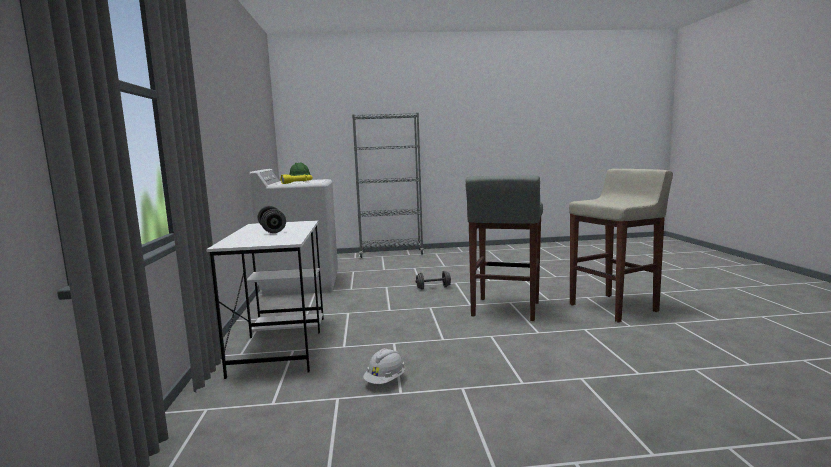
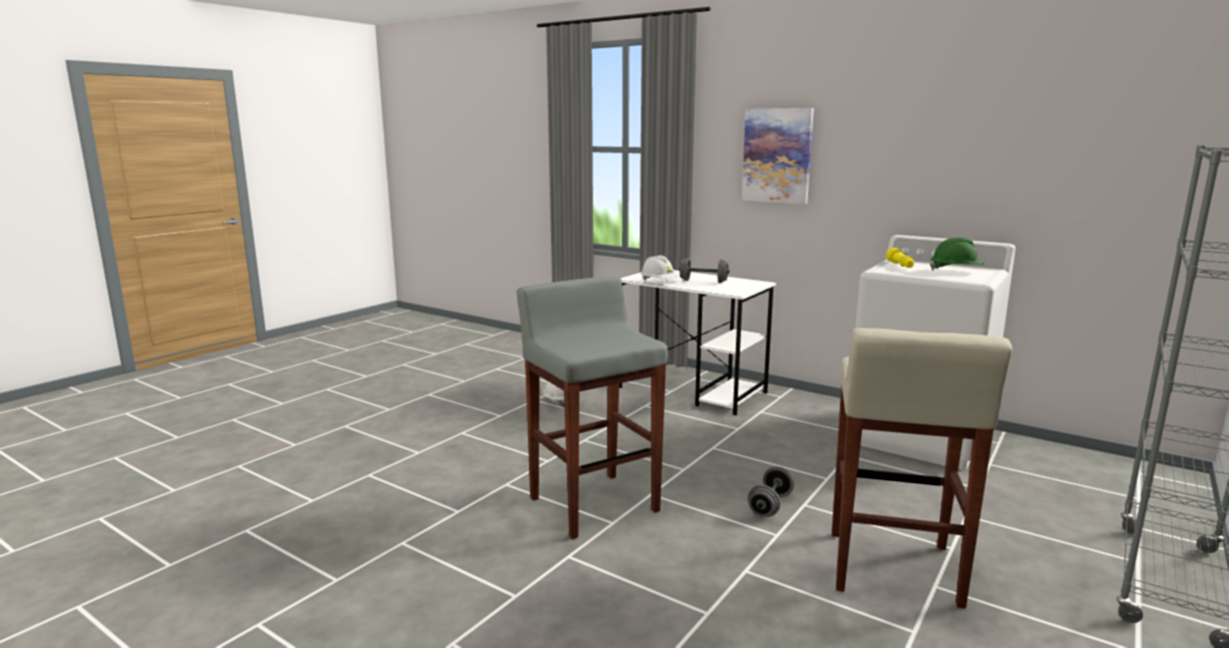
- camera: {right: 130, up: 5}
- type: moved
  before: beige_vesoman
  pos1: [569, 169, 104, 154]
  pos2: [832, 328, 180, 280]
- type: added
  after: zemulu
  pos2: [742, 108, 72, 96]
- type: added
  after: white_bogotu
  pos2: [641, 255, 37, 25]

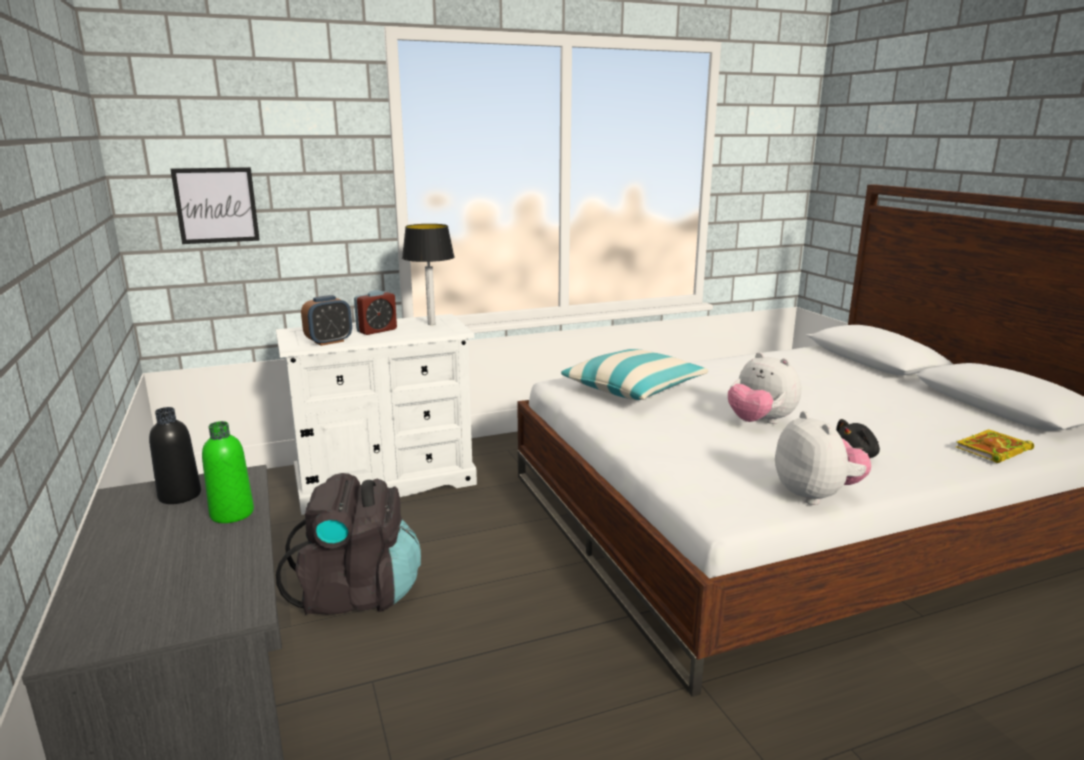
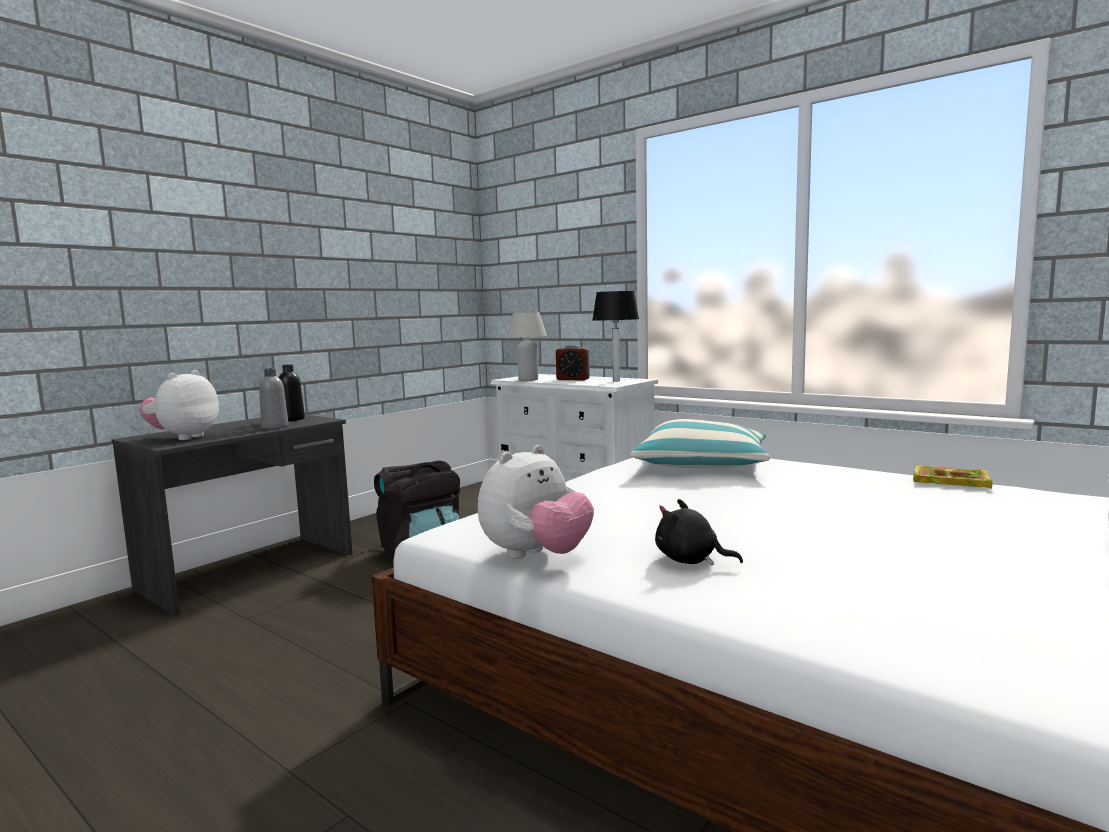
- camera: {right: 60, up: -10}
- type: removed
  before: zemulu
  pos1: [170, 167, 90, 77]
- type: replaced
  before: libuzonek
  after: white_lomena
  pos1: [301, 295, 51, 51]
  pos2: [507, 312, 40, 69]
- type: moved
  before: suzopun
  pos1: [728, 352, 73, 72]
  pos2: [139, 370, 80, 70]
- type: recoloured
  before: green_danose
  after: grey_danose
  pos1: [202, 421, 52, 102]
  pos2: [259, 368, 30, 61]
- type: moved
  before: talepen
  pos1: [956, 429, 78, 34]
  pos2: [913, 465, 79, 24]

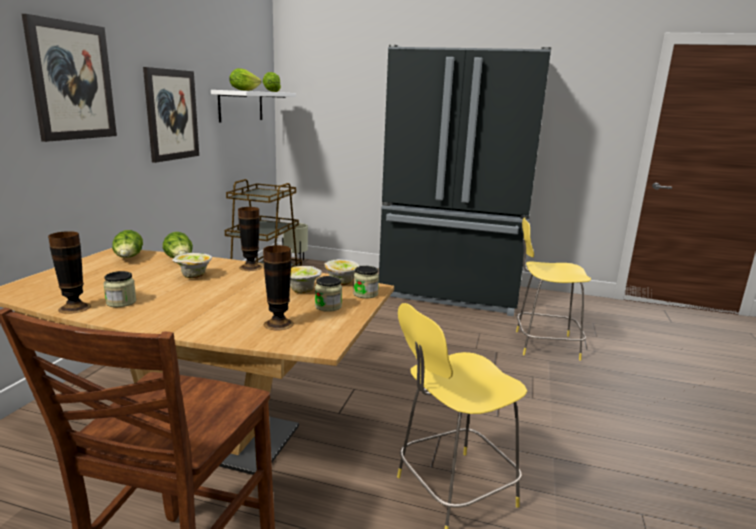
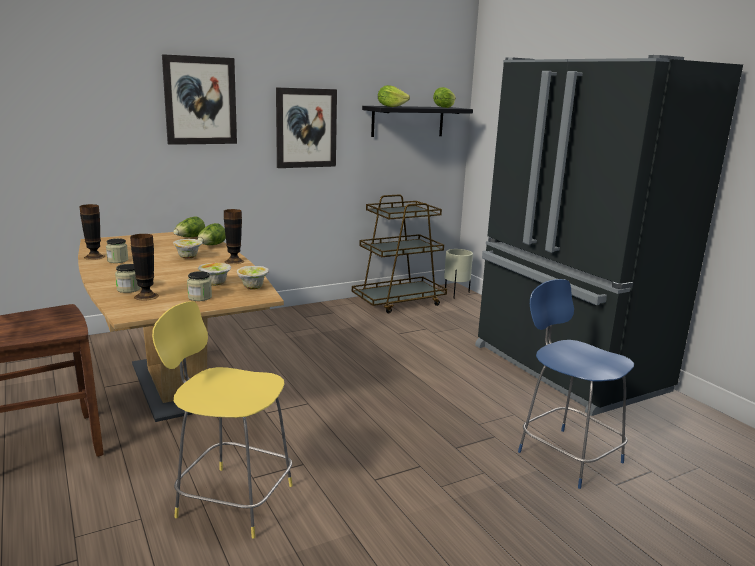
- camera: {right: 45, up: 0}
- type: recoloured
  before: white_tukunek
  after: black_tukunek
  pos1: [211, 90, 85, 32]
  pos2: [362, 106, 111, 31]
- type: recoloured
  before: yellow_vesoman
  after: blue_vesoman
  pos1: [516, 217, 75, 144]
  pos2: [518, 279, 116, 210]
- type: moved
  before: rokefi
  pos1: [353, 266, 26, 33]
  pos2: [115, 264, 26, 29]

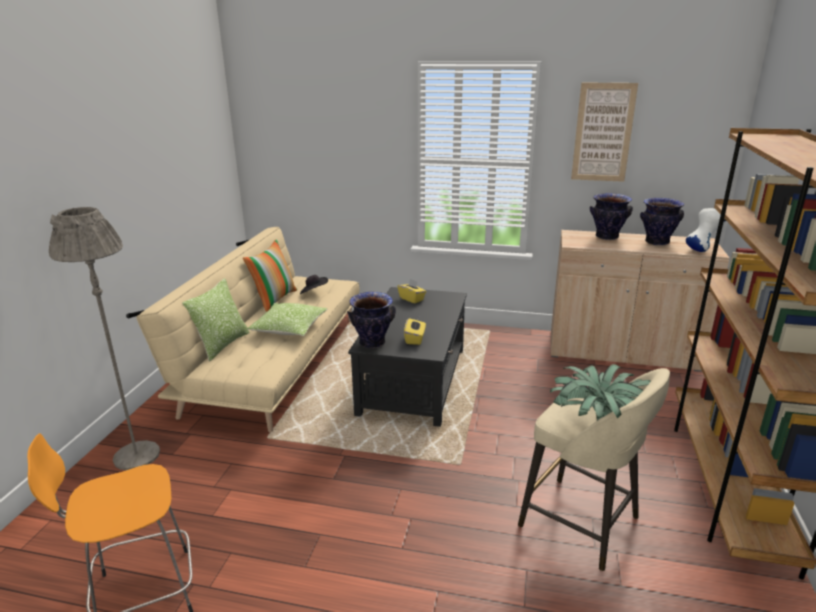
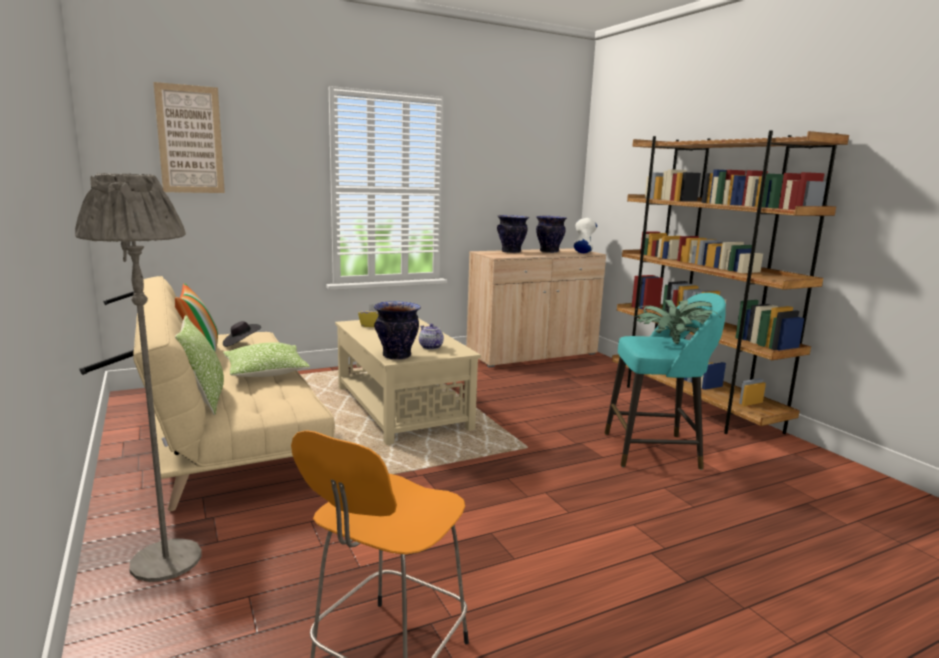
- camera: {right: -40, up: -10}
- type: moved
  before: zemulu
  pos1: [571, 83, 67, 99]
  pos2: [153, 82, 72, 111]
- type: recoloured
  before: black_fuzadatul
  after: beige_fuzadatul
  pos1: [348, 287, 119, 140]
  pos2: [335, 318, 146, 127]
- type: replaced
  before: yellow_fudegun
  after: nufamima
  pos1: [404, 318, 22, 27]
  pos2: [419, 324, 25, 26]
- type: recoloured
  before: beige_vesoman
  after: turquoise_vesoman
  pos1: [518, 368, 152, 203]
  pos2: [605, 293, 121, 177]

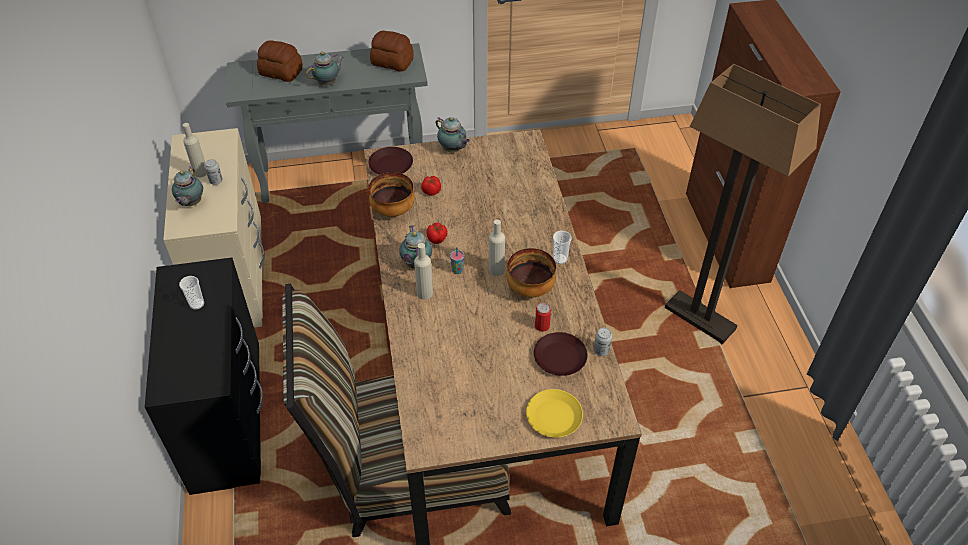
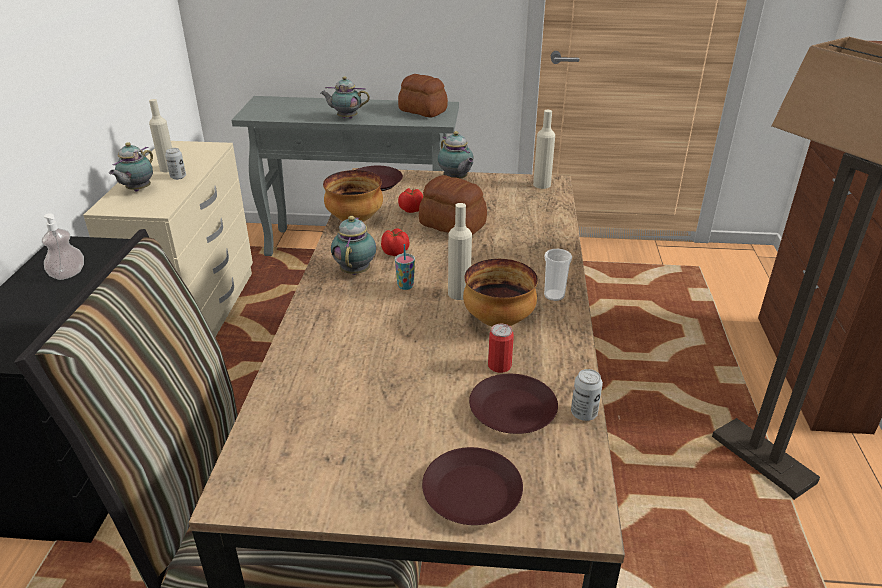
- camera: {right: 15, up: -15}
- type: moved
  before: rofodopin
  pos1: [257, 40, 46, 42]
  pos2: [419, 175, 68, 60]
- type: turned
  before: nufamima
  pos1: [306, 52, 38, 34]
  pos2: [320, 76, 50, 43]
  turn: -150
- type: moved
  before: beige_danose
  pos1: [414, 243, 19, 57]
  pos2: [533, 110, 22, 79]
- type: replaced
  before: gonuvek
  after: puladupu
  pos1: [179, 276, 25, 34]
  pos2: [42, 213, 42, 67]
- type: recoloured
  before: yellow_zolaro
  after: brown_zolaro
  pos1: [526, 389, 57, 49]
  pos2: [422, 447, 101, 78]

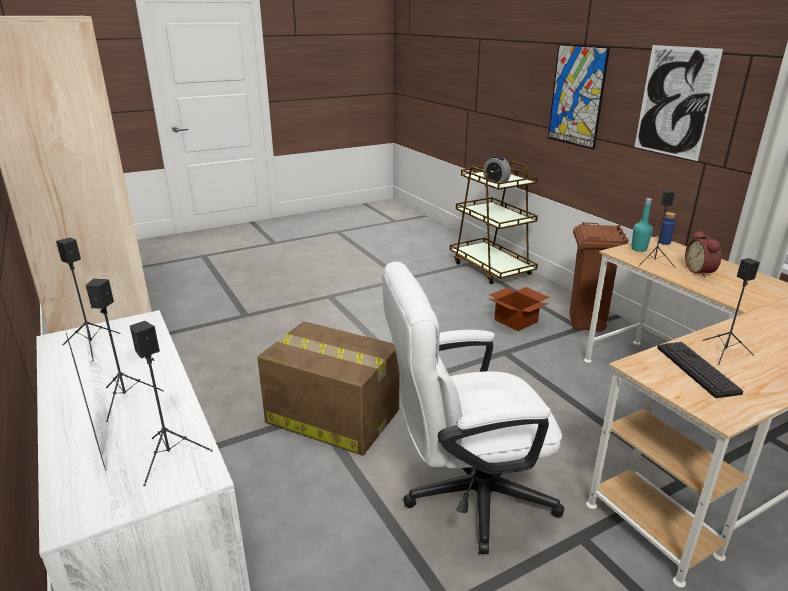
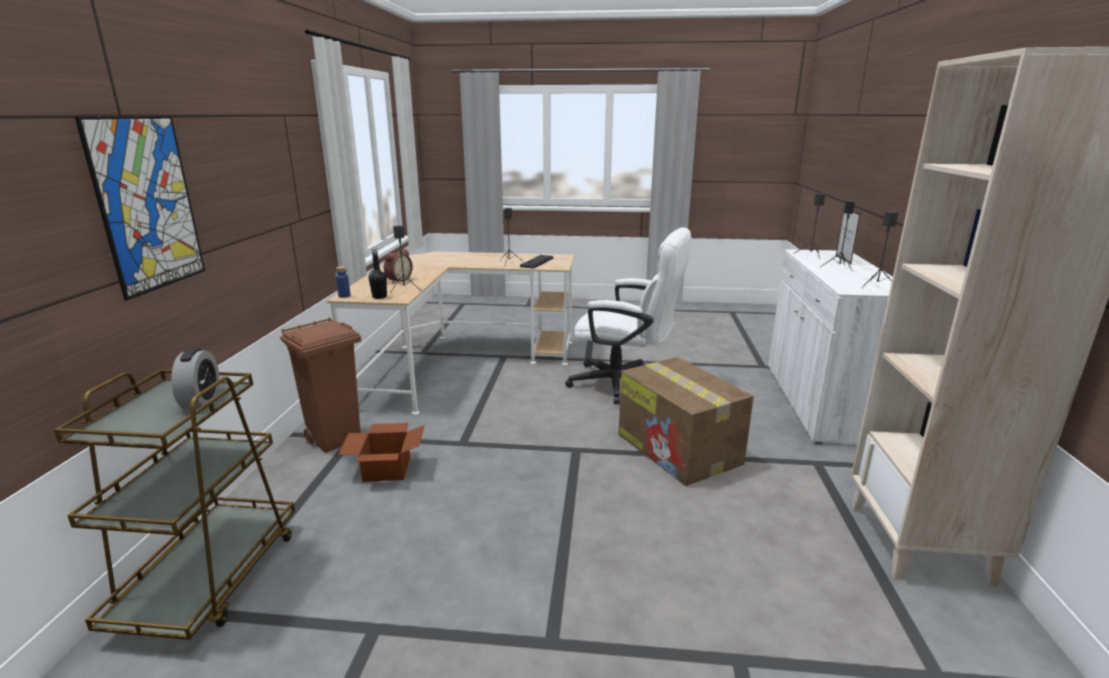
- camera: {right: -145, up: -5}
- type: removed
  before: zemulu
  pos1: [635, 45, 88, 116]
- type: recoloured
  before: turquoise_danose
  after: black_danose
  pos1: [631, 198, 22, 54]
  pos2: [369, 248, 18, 51]

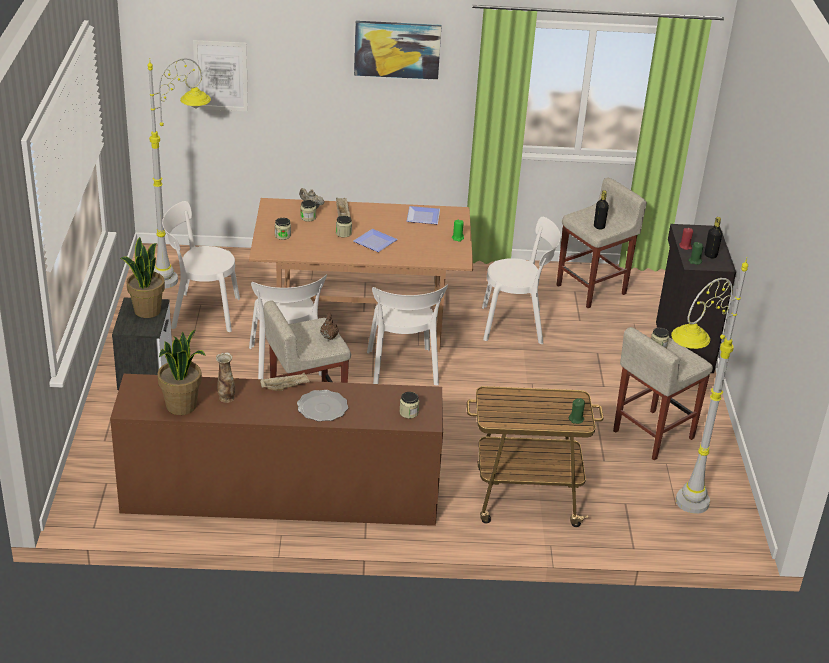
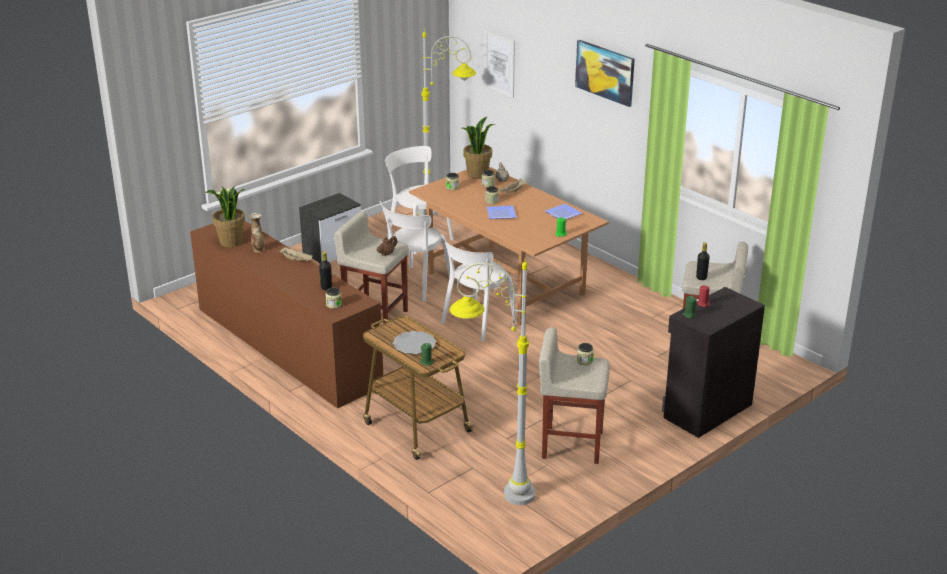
- camera: {right: 50, up: -5}
- type: removed
  before: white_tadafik
  pos1: [482, 217, 79, 127]
- type: moved
  before: black_danose
  pos1: [705, 217, 18, 41]
  pos2: [319, 251, 13, 39]
- type: moved
  before: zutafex
  pos1: [120, 237, 45, 81]
  pos2: [462, 117, 32, 62]
- type: moved
  before: zolaro
  pos1: [297, 390, 51, 32]
  pos2: [393, 331, 43, 23]

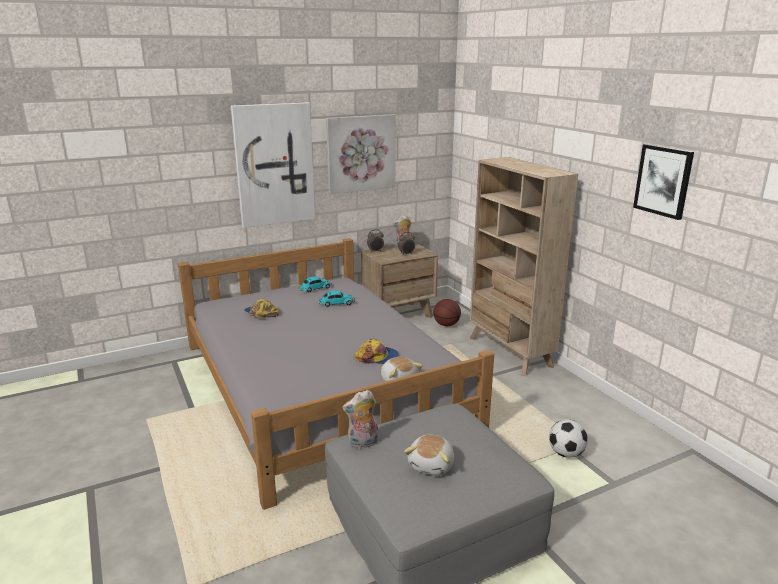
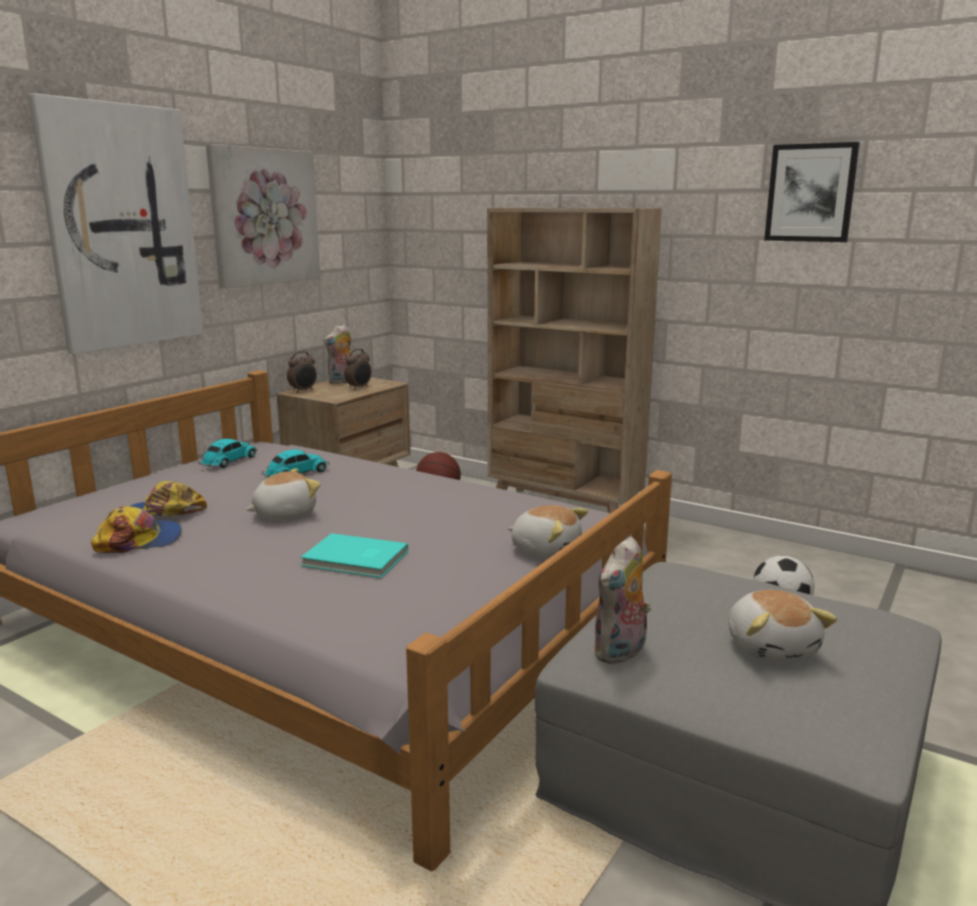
- camera: {right: -30, up: -5}
- type: moved
  before: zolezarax
  pos1: [354, 339, 45, 25]
  pos2: [91, 506, 91, 47]
- type: added
  after: suzopun
  pos2: [246, 468, 75, 52]
- type: added
  after: turquoise_talepen
  pos2: [300, 533, 108, 45]

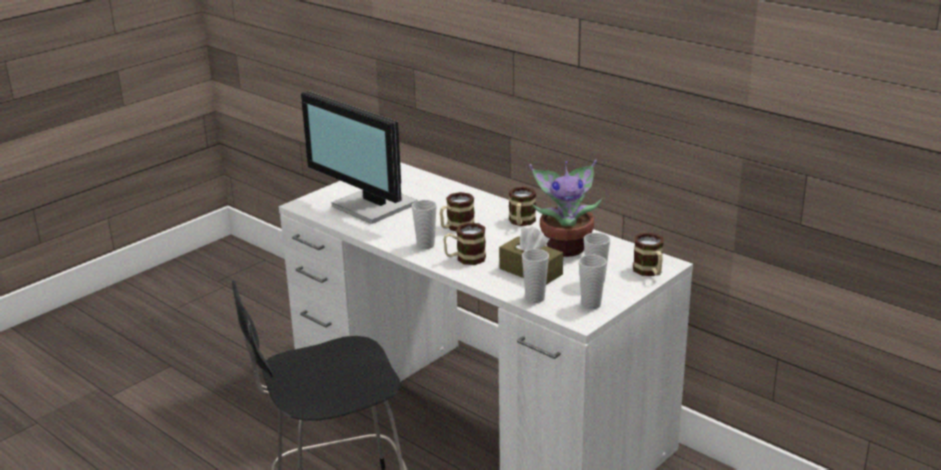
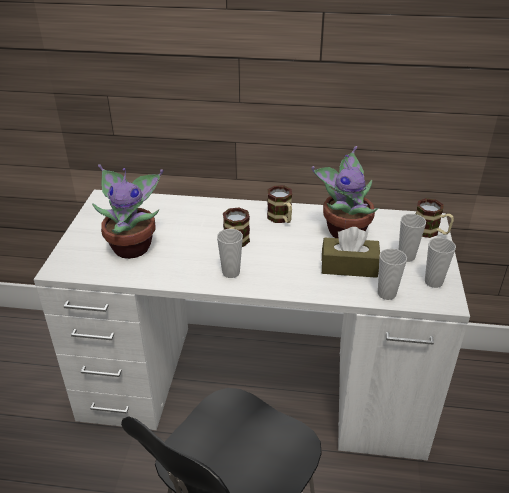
- camera: {right: -35, up: 10}
- type: replaced
  before: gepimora
  after: zutafex
  pos1: [301, 91, 117, 133]
  pos2: [92, 164, 71, 95]
- type: removed
  before: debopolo
  pos1: [443, 223, 43, 42]

